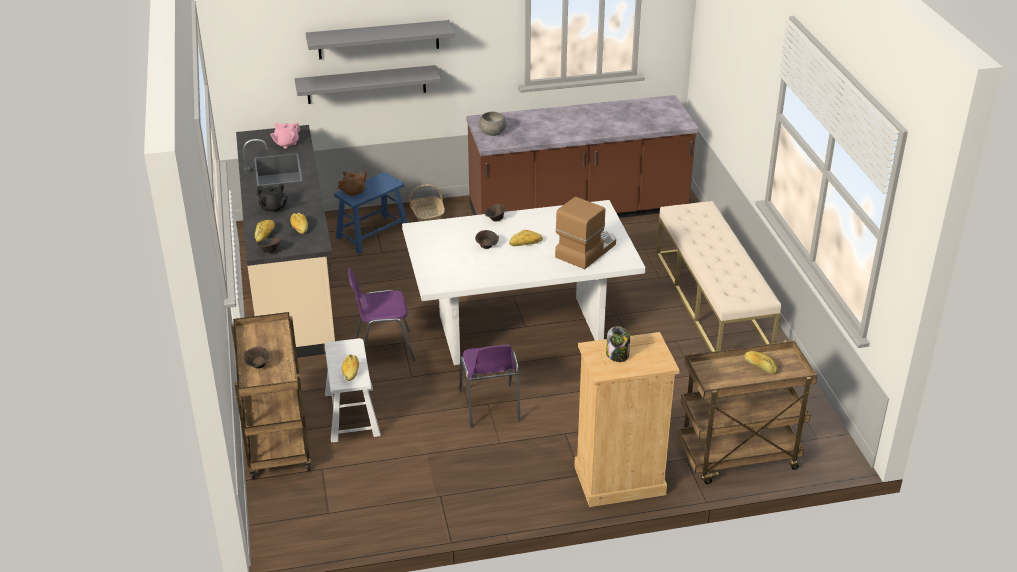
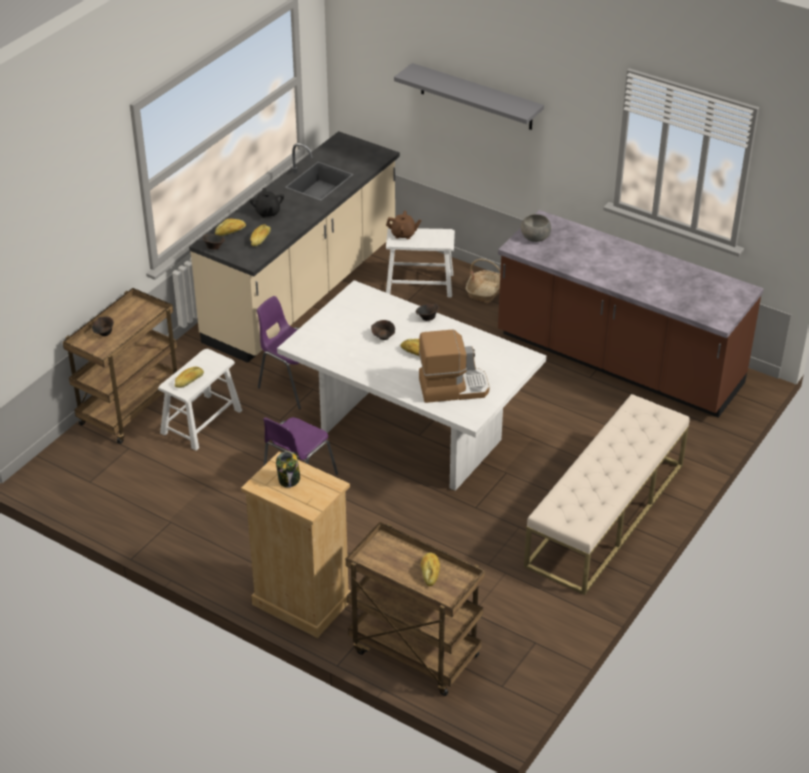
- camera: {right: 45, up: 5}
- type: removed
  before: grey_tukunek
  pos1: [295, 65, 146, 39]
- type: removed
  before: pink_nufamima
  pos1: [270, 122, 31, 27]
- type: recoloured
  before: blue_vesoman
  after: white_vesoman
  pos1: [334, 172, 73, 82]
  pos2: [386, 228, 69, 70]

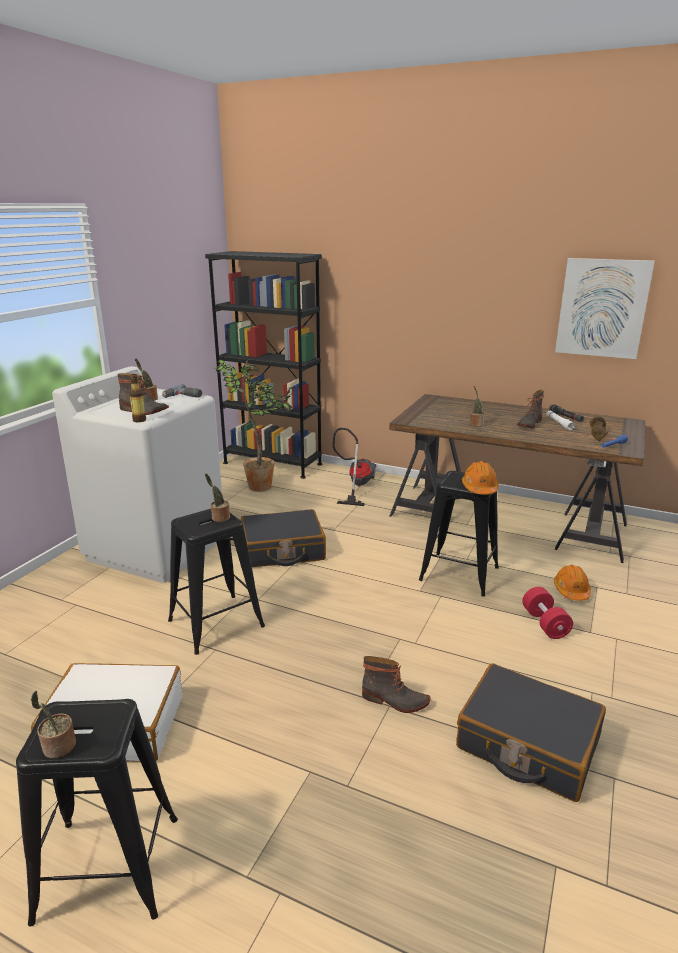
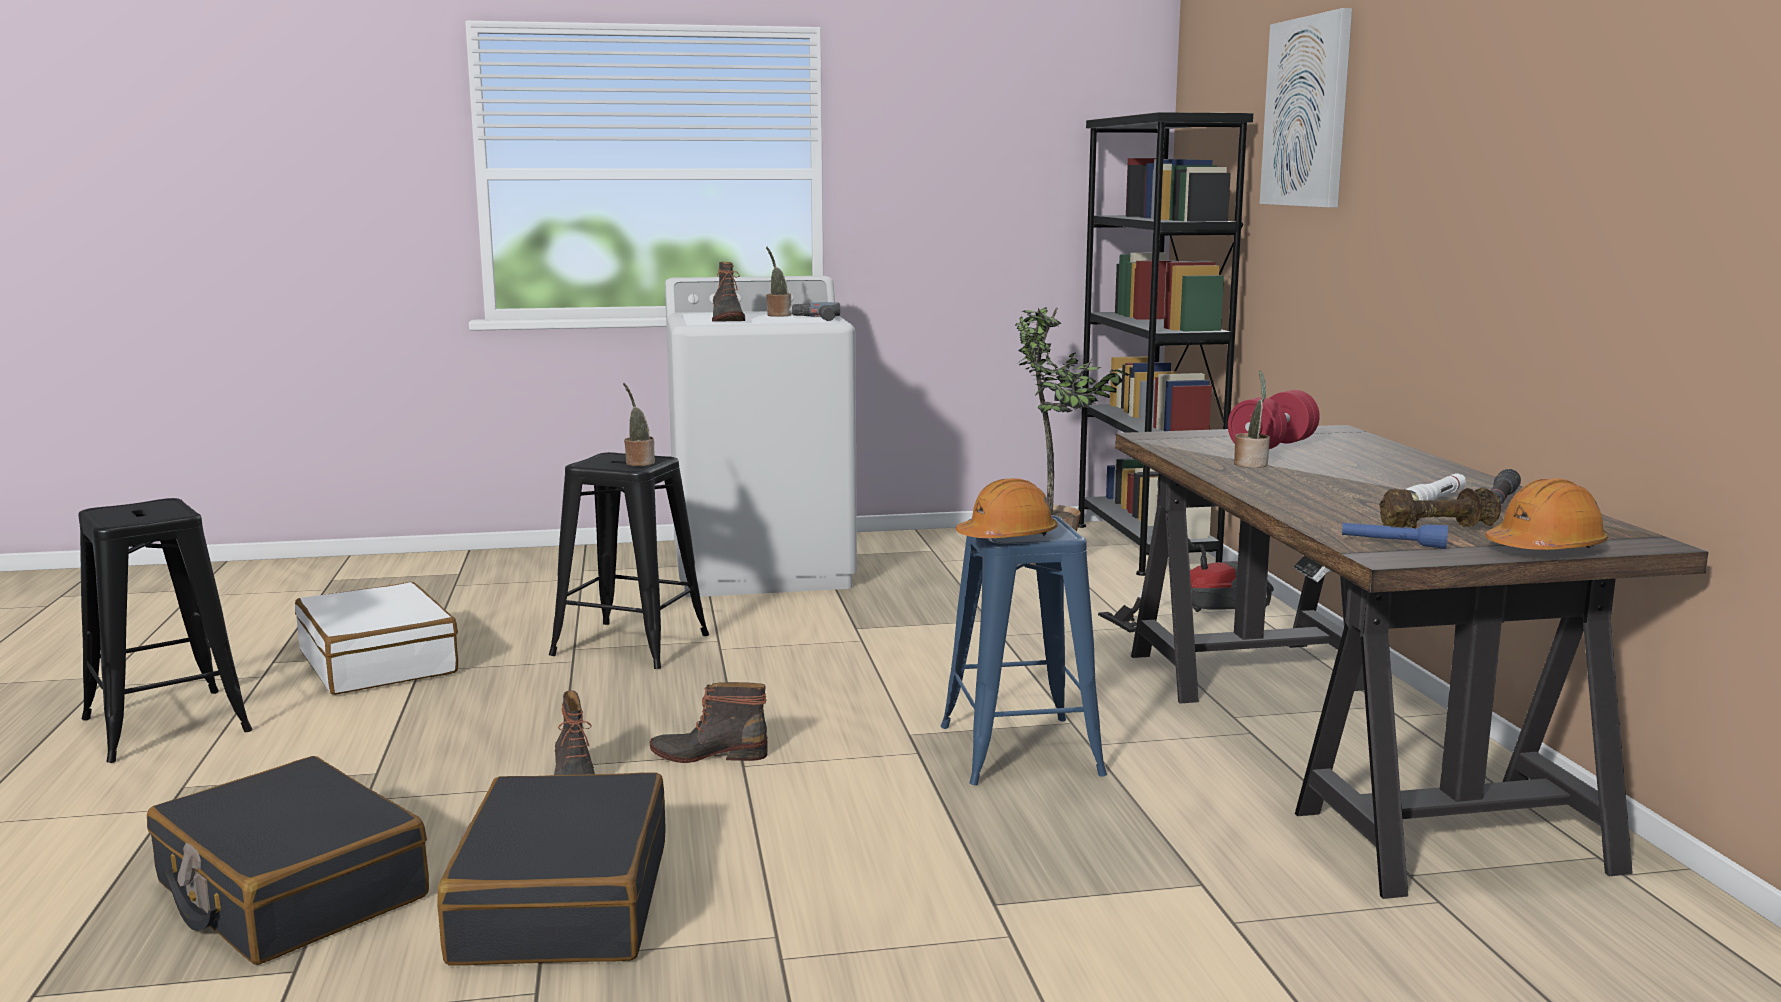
- camera: {right: 55, up: -10}
- type: moved
  before: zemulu
  pos1: [555, 258, 100, 101]
  pos2: [1260, 8, 92, 200]
- type: removed
  before: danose
  pos1: [129, 374, 17, 48]
- type: moved
  before: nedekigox
  pos1: [517, 390, 27, 39]
  pos2: [650, 682, 118, 81]
- type: recoloured
  before: black_vesoman
  after: blue_vesoman
  pos1: [419, 471, 80, 126]
  pos2: [941, 515, 166, 270]
- type: moved
  before: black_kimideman
  pos1: [241, 509, 85, 58]
  pos2: [147, 756, 282, 209]
- type: moved
  before: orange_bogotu
  pos1: [554, 565, 37, 36]
  pos2: [1485, 478, 123, 72]
- type: moved
  before: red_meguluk
  pos1: [522, 587, 51, 52]
  pos2: [1228, 390, 92, 59]
- type: removed
  before: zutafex
  pos1: [31, 691, 45, 67]

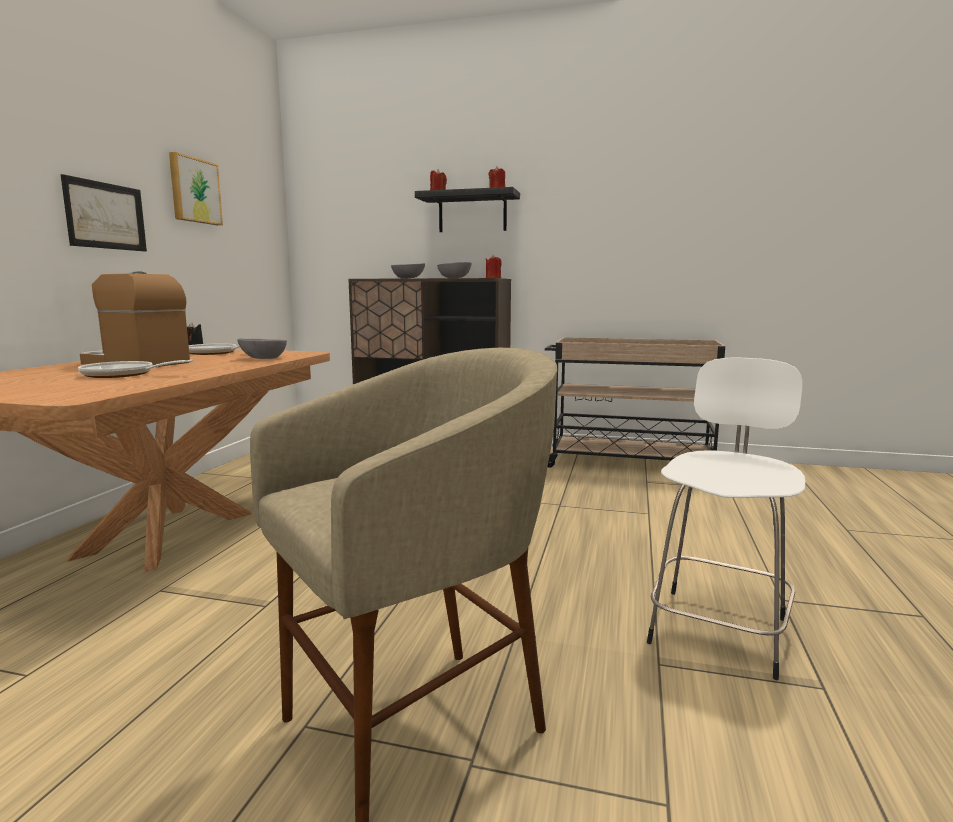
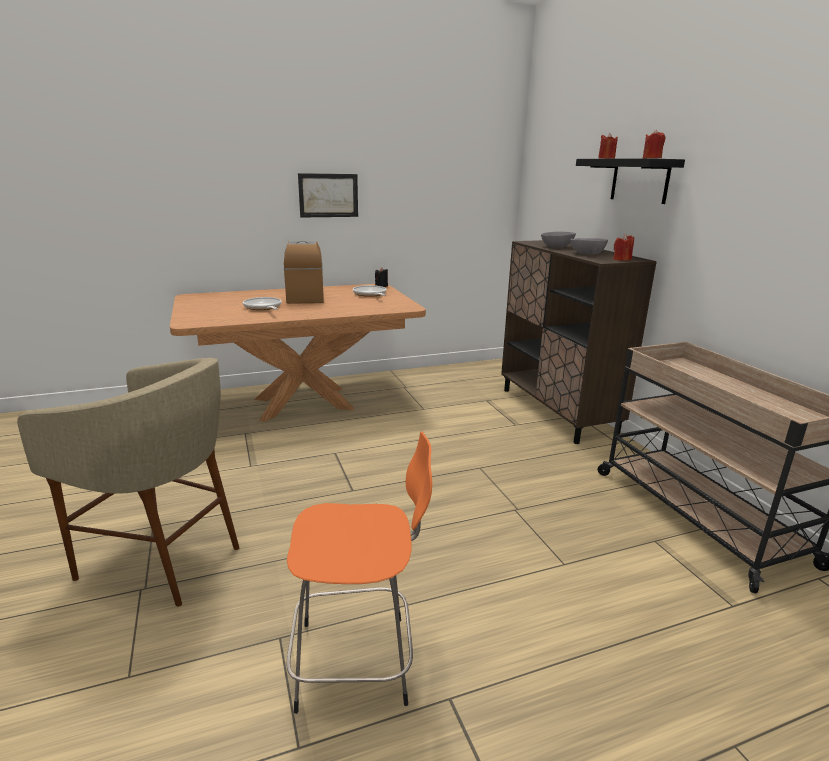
- camera: {right: 55, up: 10}
- type: removed
  before: zemulu
  pos1: [169, 152, 54, 73]
- type: removed
  before: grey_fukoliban
  pos1: [237, 339, 50, 20]
- type: recoloured
  before: white_vesoman
  after: orange_vesoman
  pos1: [647, 357, 159, 323]
  pos2: [287, 432, 145, 282]

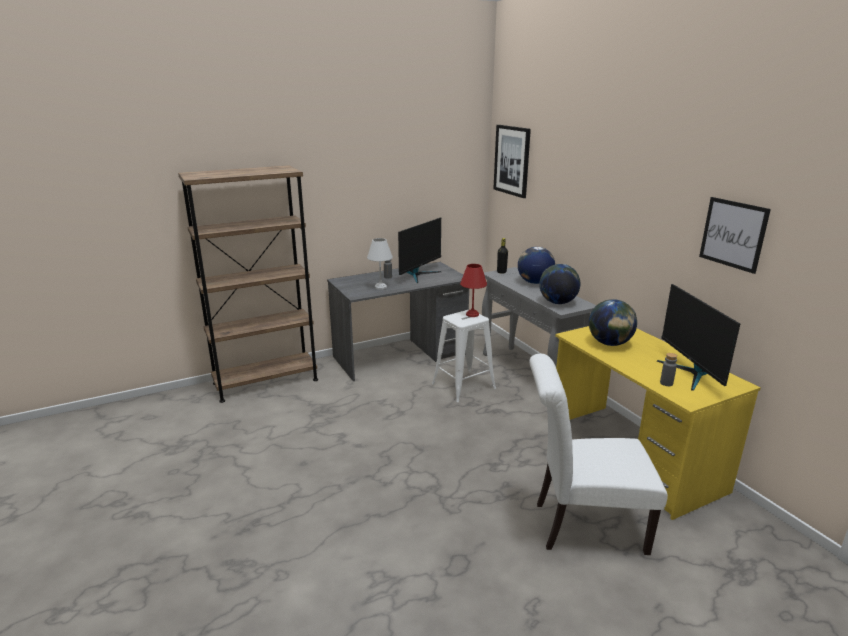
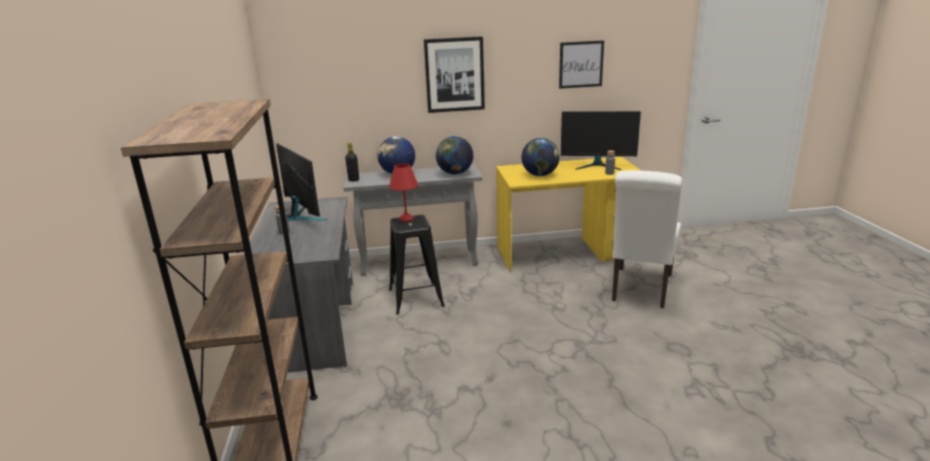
- camera: {right: -70, up: 0}
- type: moved
  before: zemulu
  pos1: [493, 125, 38, 73]
  pos2: [424, 36, 61, 77]
- type: removed
  before: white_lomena
  pos1: [367, 238, 26, 52]
- type: recoloured
  before: white_vesoman
  after: black_vesoman
  pos1: [432, 310, 64, 92]
  pos2: [389, 215, 56, 100]

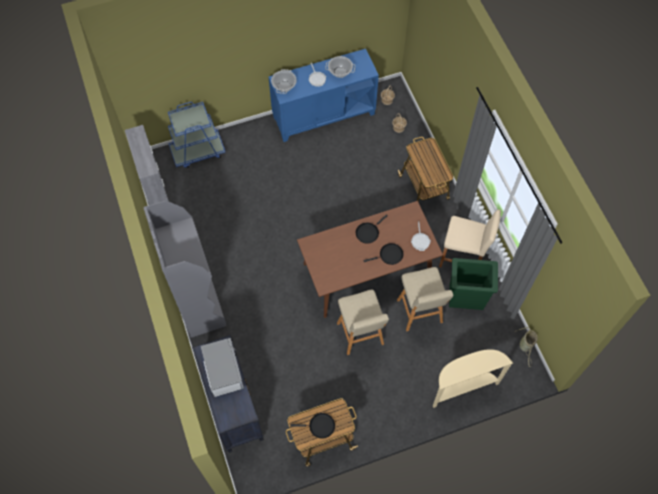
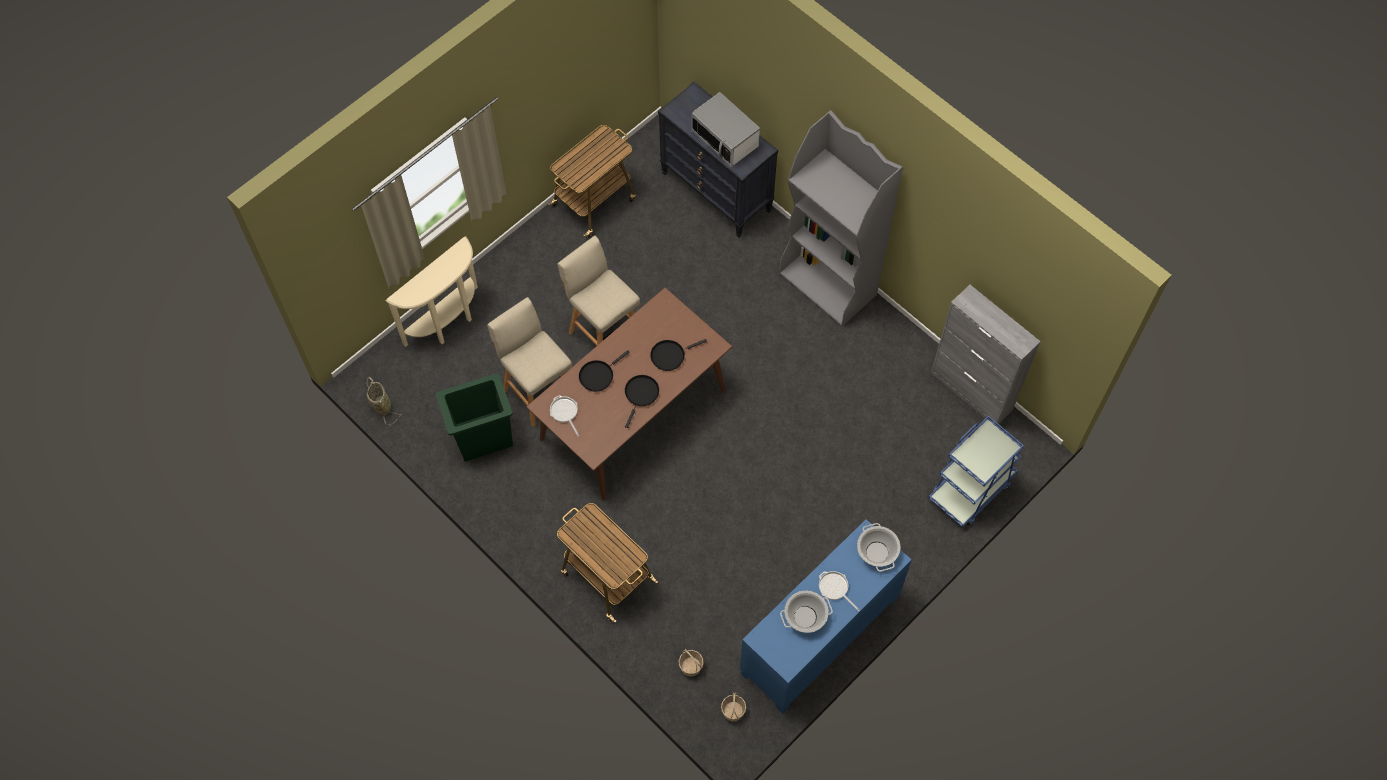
- camera: {right: 155, up: 0}
- type: removed
  before: beige_vesoman
  pos1: [439, 210, 62, 58]
- type: moved
  before: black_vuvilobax
  pos1: [290, 413, 45, 26]
  pos2: [650, 339, 57, 32]

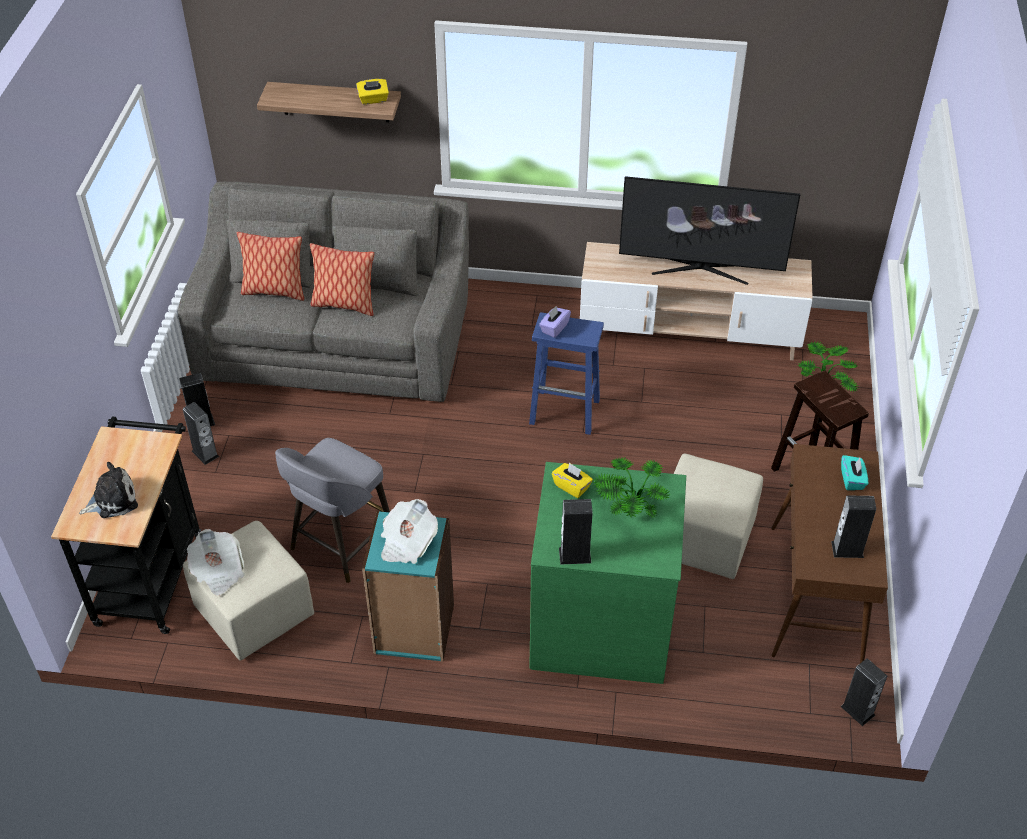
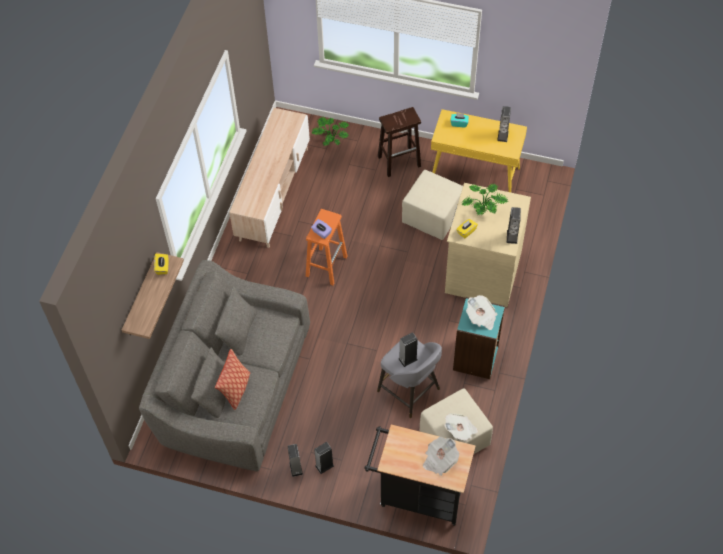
- camera: {right: -80, up: 10}
- type: removed
  before: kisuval
  pos1: [619, 176, 181, 109]
- type: removed
  before: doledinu
  pos1: [310, 243, 64, 73]
- type: recoloured
  before: blue_vesoman
  after: orange_vesoman
  pos1: [529, 312, 75, 123]
  pos2: [306, 209, 42, 76]
- type: recoloured
  before: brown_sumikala
  after: yellow_sumikala
  pos1: [771, 444, 117, 219]
  pos2: [431, 109, 96, 83]
- type: replaced
  before: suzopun
  after: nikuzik
  pos1: [79, 462, 59, 56]
  pos2: [423, 437, 36, 39]
- type: recoloured
  before: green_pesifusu
  after: beige_pesifusu
  pos1: [529, 462, 157, 222]
  pos2: [445, 183, 86, 124]
- type: moved
  before: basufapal
  pos1: [841, 658, 46, 68]
  pos2: [399, 332, 19, 35]

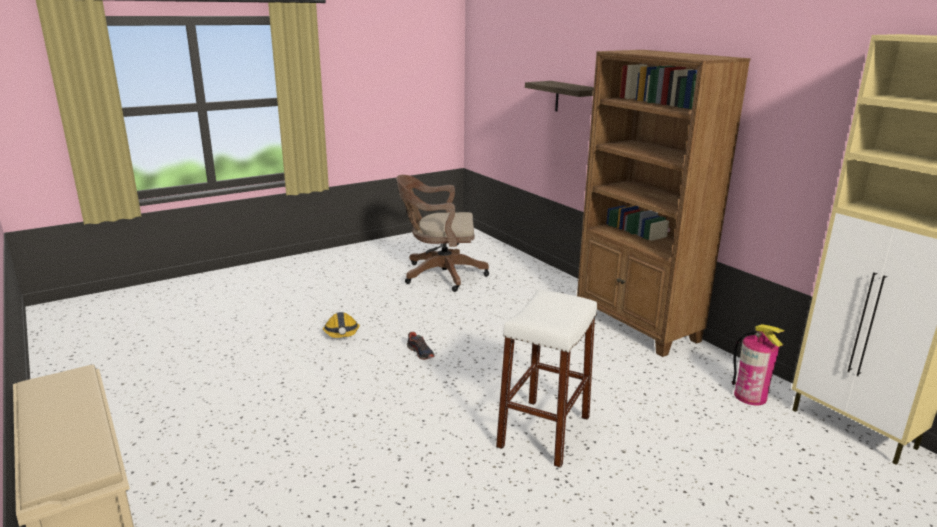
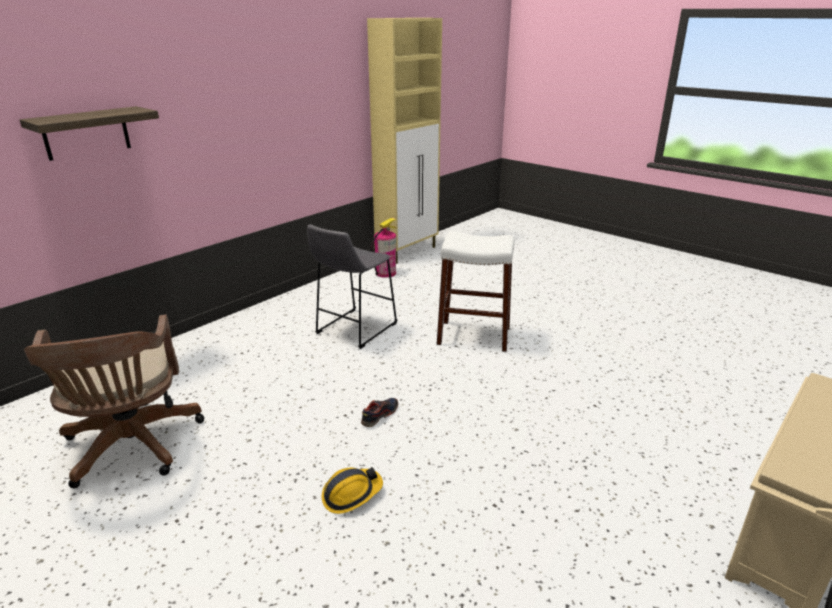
- camera: {right: -105, up: 5}
- type: removed
  before: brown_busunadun
  pos1: [577, 50, 174, 307]
- type: added
  after: grey_vesoman
  pos2: [307, 224, 90, 125]

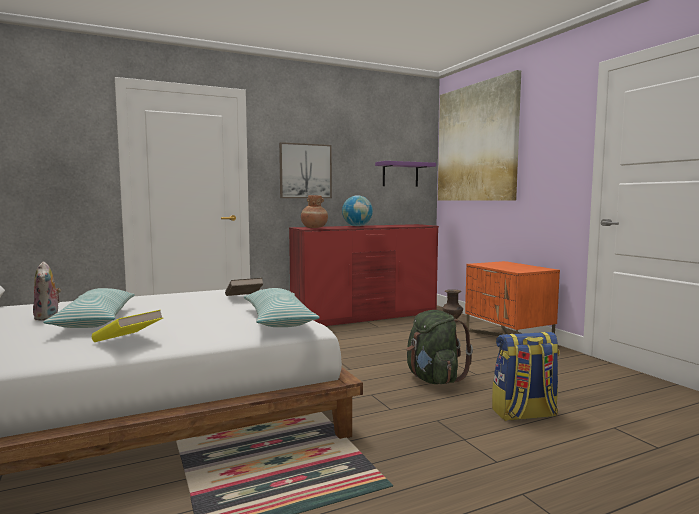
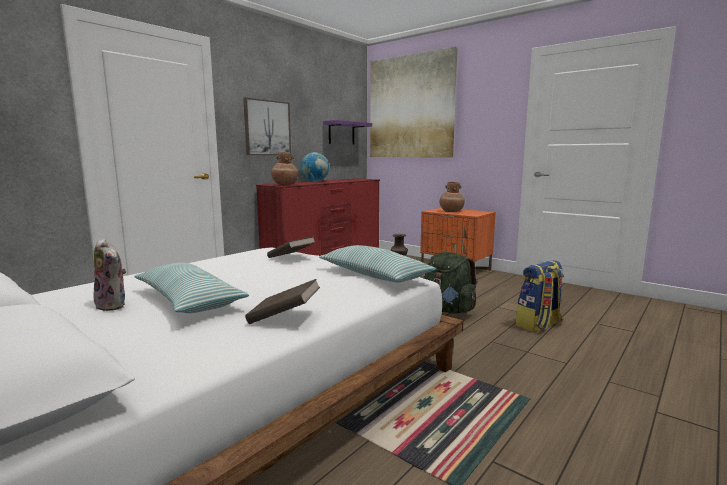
- camera: {right: -25, up: 5}
- type: recoloured
  before: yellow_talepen
  after: brown_talepen
  pos1: [92, 310, 71, 32]
  pos2: [245, 279, 75, 45]
- type: added
  after: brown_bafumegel
  pos2: [440, 182, 25, 30]

